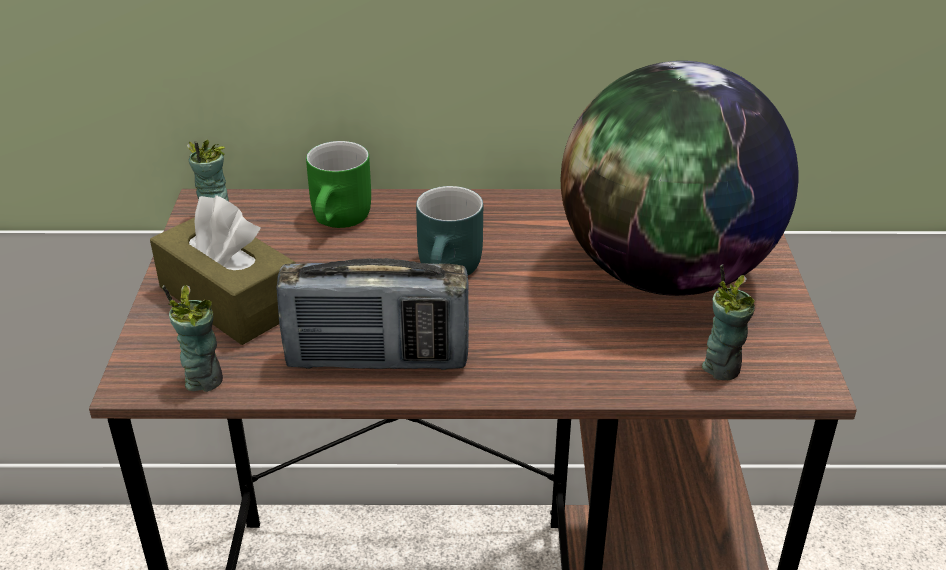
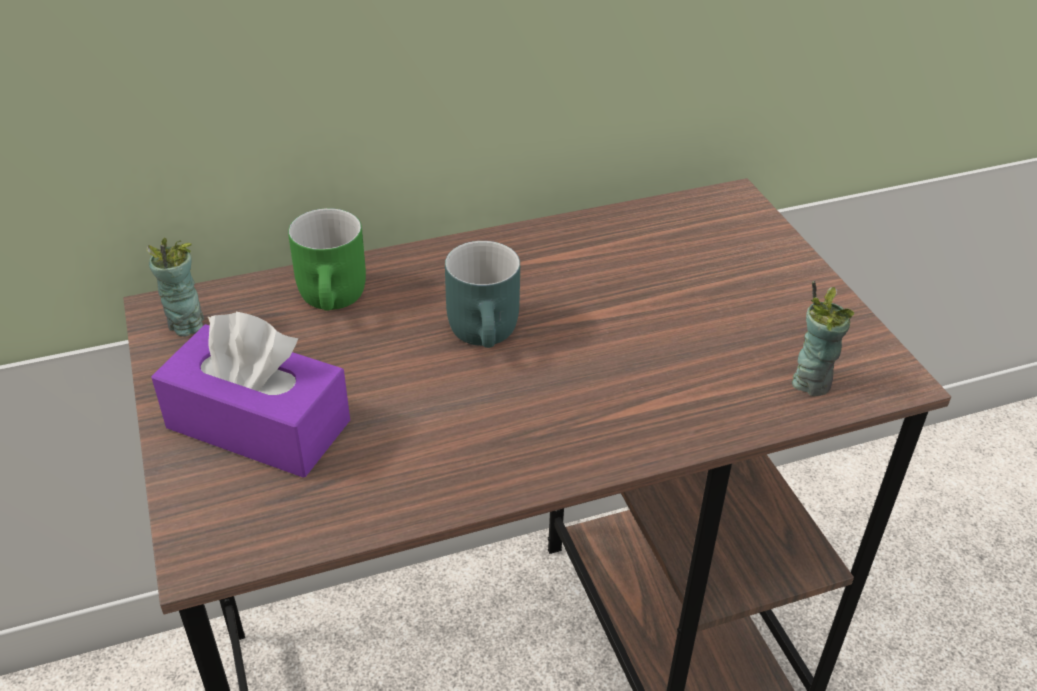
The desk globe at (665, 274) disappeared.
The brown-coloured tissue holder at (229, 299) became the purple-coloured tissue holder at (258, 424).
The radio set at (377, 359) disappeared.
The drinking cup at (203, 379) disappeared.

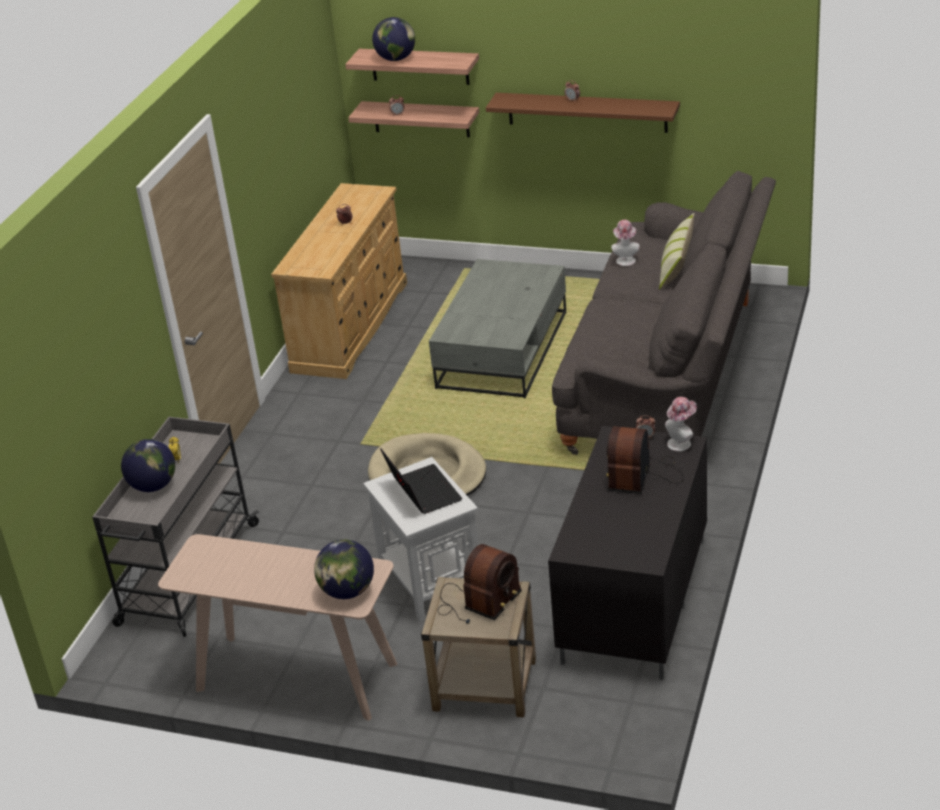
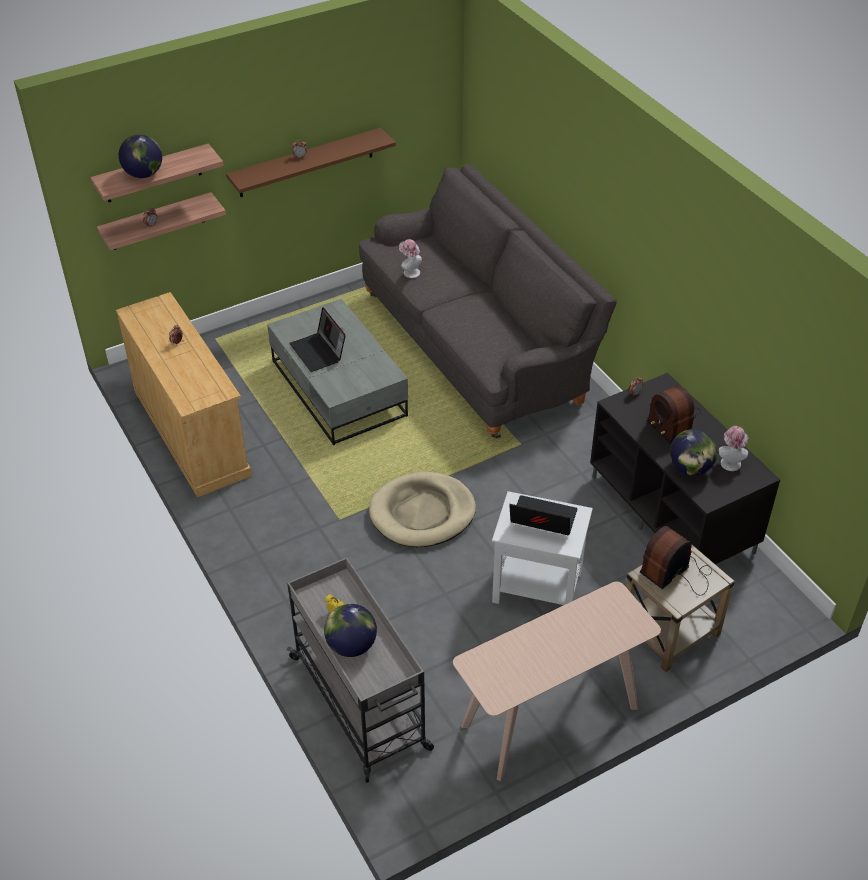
The cushion at (676, 267) disappeared.
The hat moved from (681, 442) to (730, 461).
The desk globe moved from (347, 591) to (690, 468).
The radio set at (477, 602) turned 120 degrees counterclockwise.
The portable computer at (319, 352) appeared.

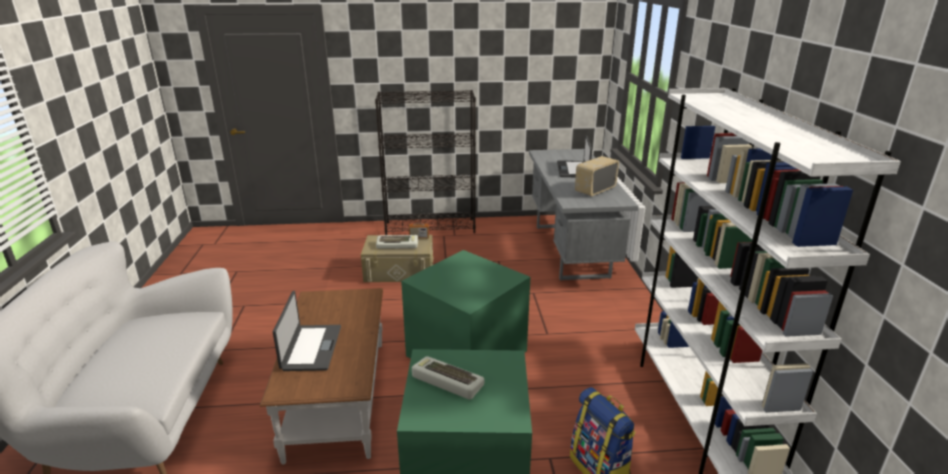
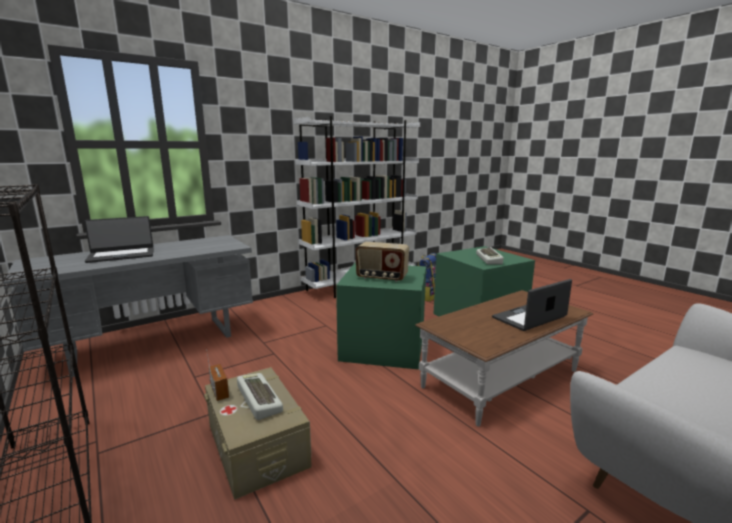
The radio set moved from (594, 190) to (381, 278).

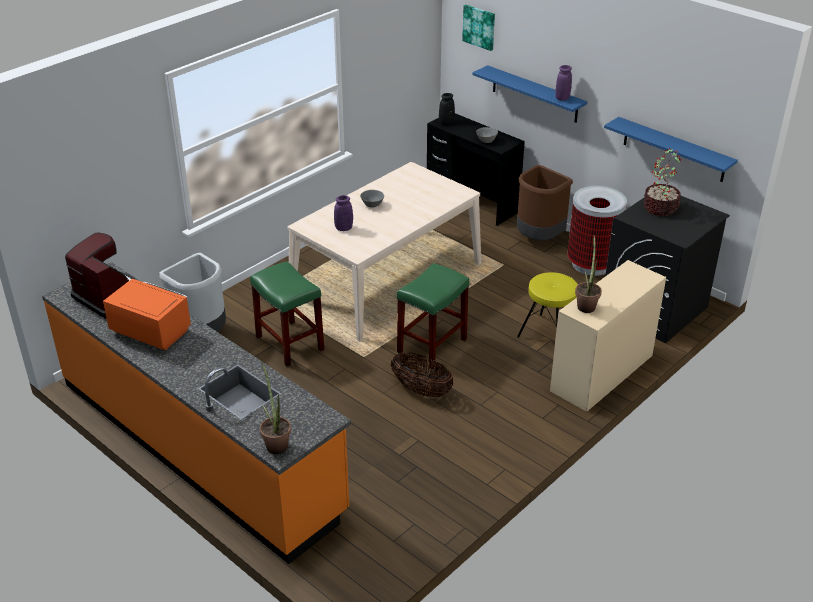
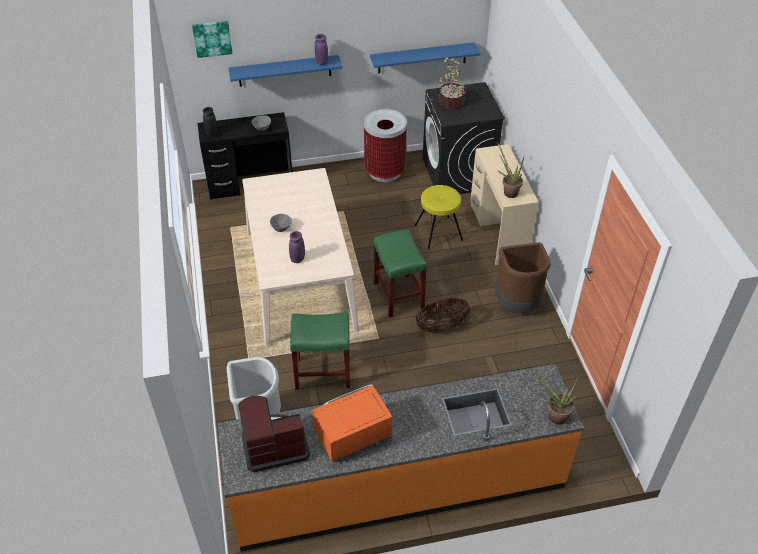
The brown-coloured waste bin moved from (538, 239) to (517, 305).

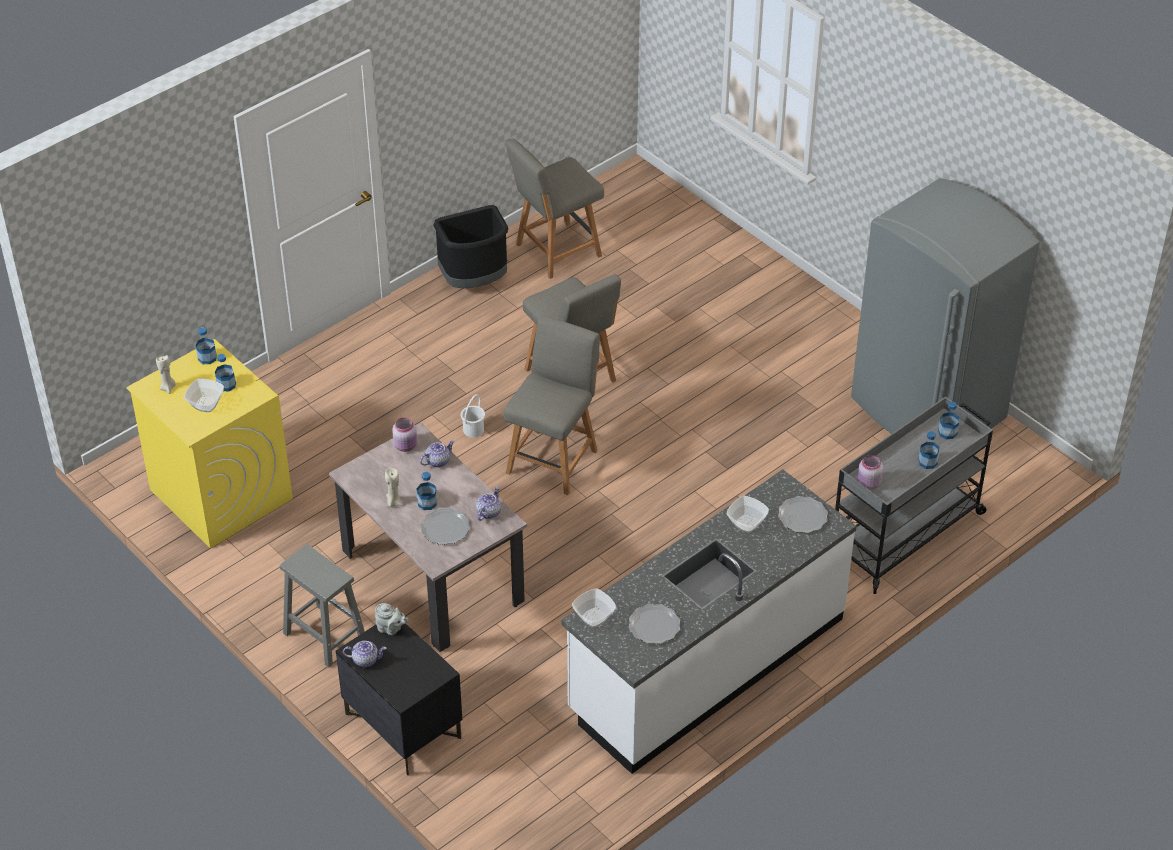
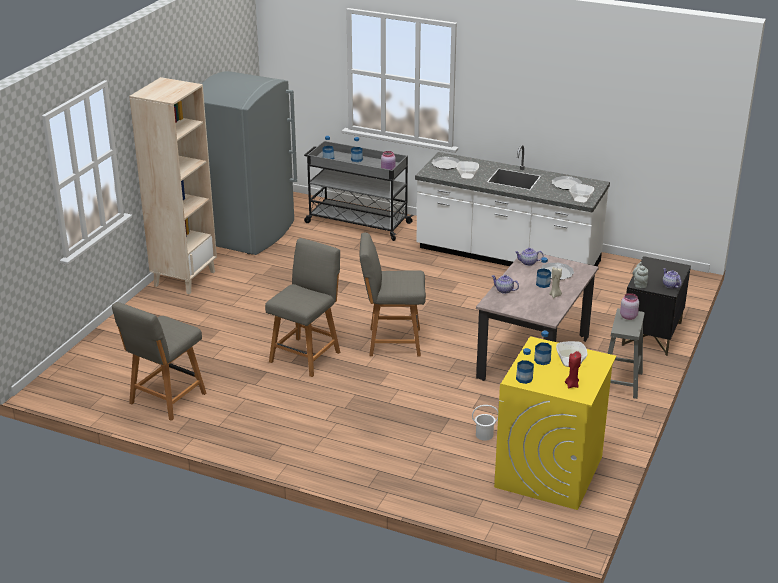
The grey chair at (555, 251) turned 90 degrees clockwise.
The blackish waste bin at (475, 281) disappeared.
The beige wax light at (168, 388) became the red-coloured wax light at (572, 385).
The white-coloured bucket moved from (473, 430) to (484, 435).
The pinkish jar moved from (406, 445) to (628, 316).
The beige bookshelf at (184, 278) appeared.

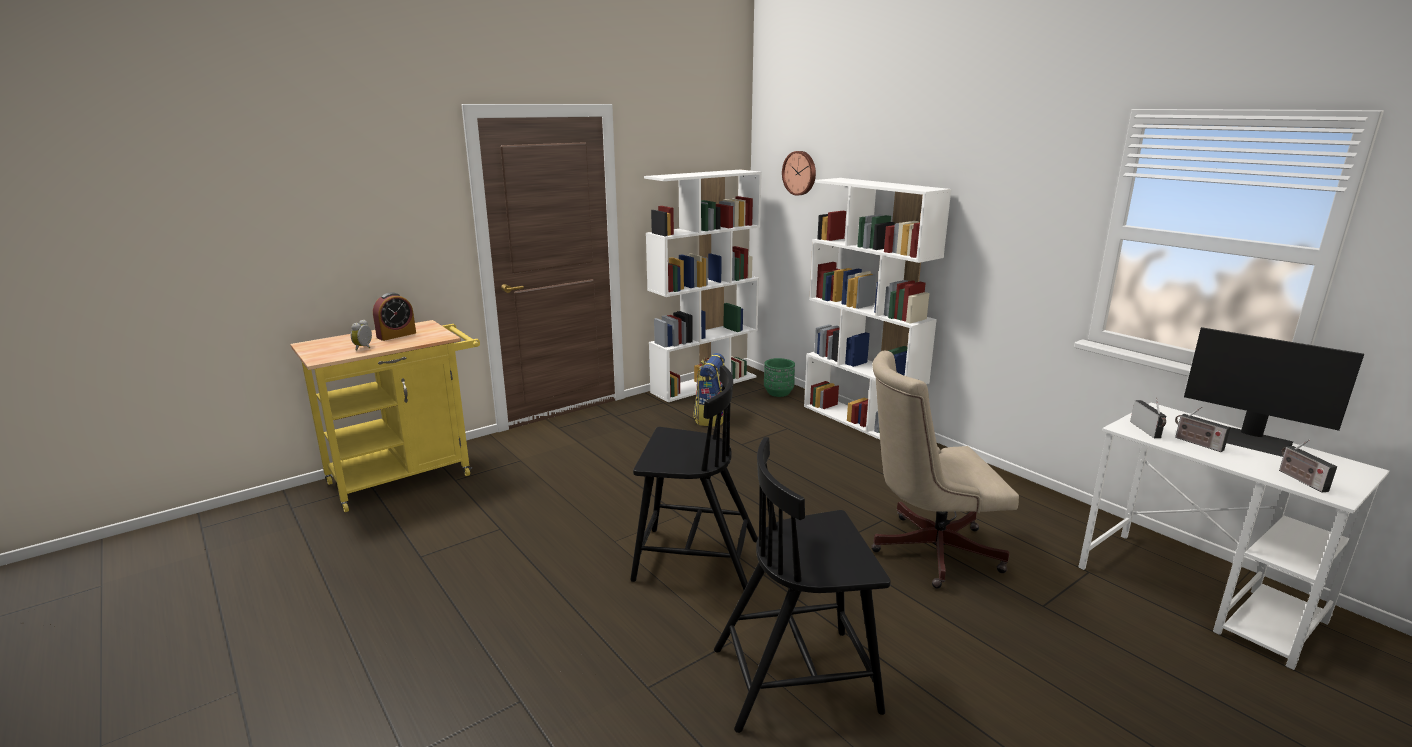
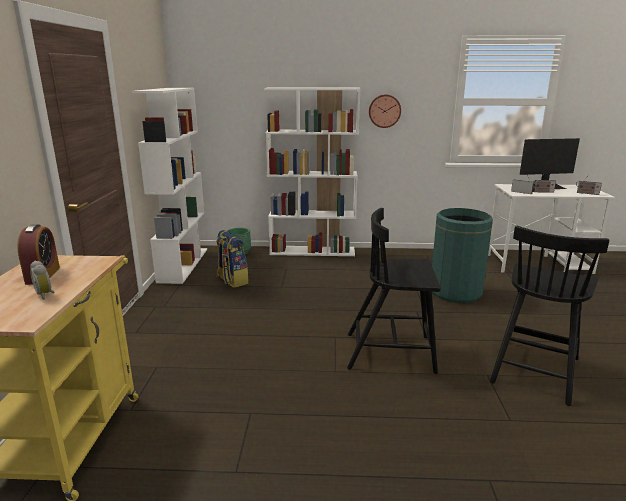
The wall clock moved from (800, 173) to (384, 111).
The beige desk chair at (926, 550) was replaced by the green waste bin at (455, 292).
The blackish chair at (694, 559) turned 135 degrees counterclockwise.

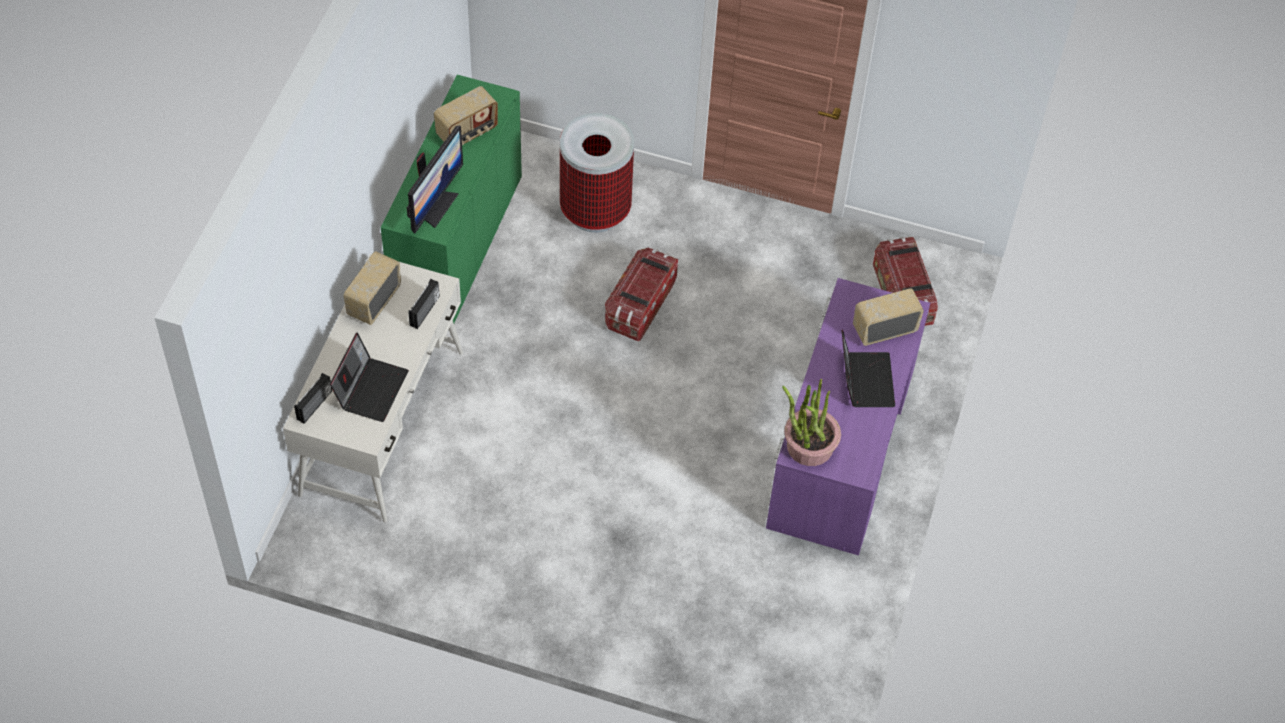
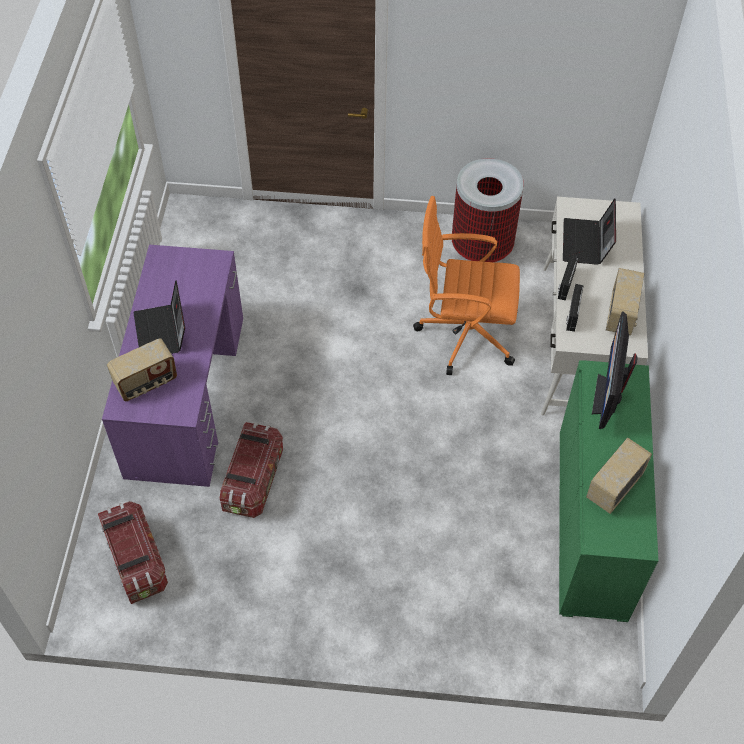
The waste bin moved from (595, 210) to (481, 247).
The storage container moved from (640, 305) to (254, 479).
The radio set moved from (315, 406) to (565, 284).
The plant in a pot at (809, 446) disappeared.
The orange desk chair at (464, 333) appeared.

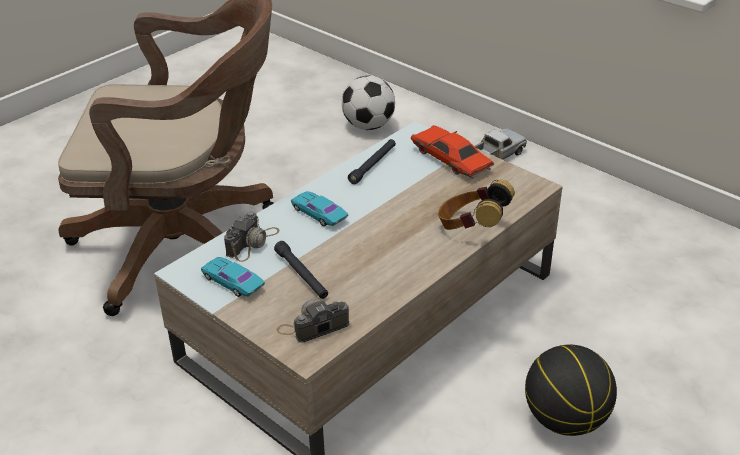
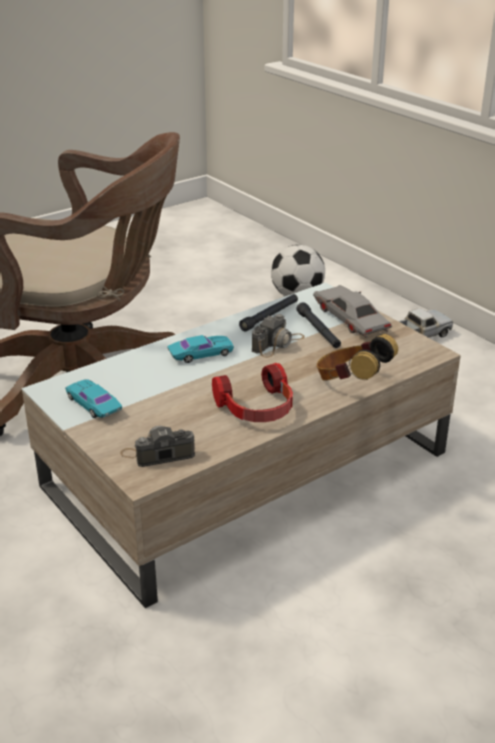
The red-coloured miniature car at (451, 160) became the grey miniature car at (351, 319).
The turquoise miniature car at (319, 214) turned 105 degrees clockwise.
The still camera moved from (252, 242) to (278, 343).
The blackish torch moved from (301, 275) to (318, 330).
The basketball ball at (565, 420) disappeared.
The headset at (257, 409) appeared.

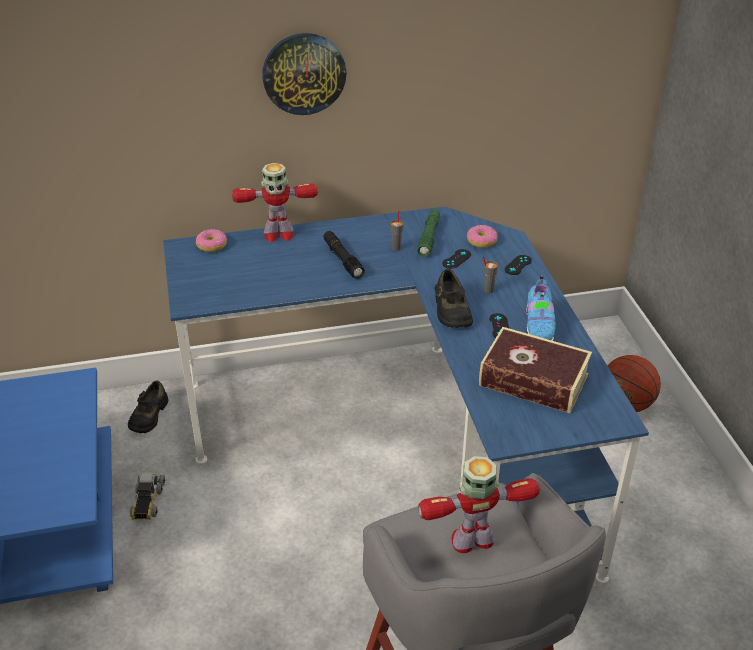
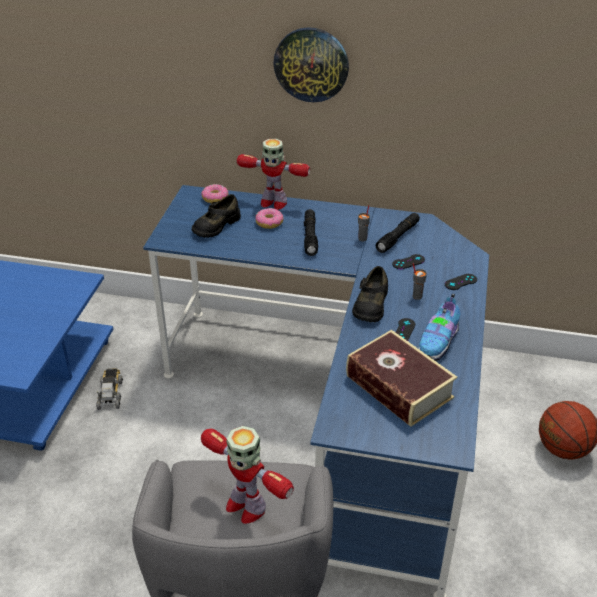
The green torch at (429, 237) became the blackish torch at (398, 237).
The ring doughnut moved from (482, 241) to (269, 223).
The blackish shoe moved from (148, 415) to (216, 225).
The model robot at (473, 540) turned 150 degrees counterclockwise.
The model truck at (147, 501) turned 150 degrees clockwise.

